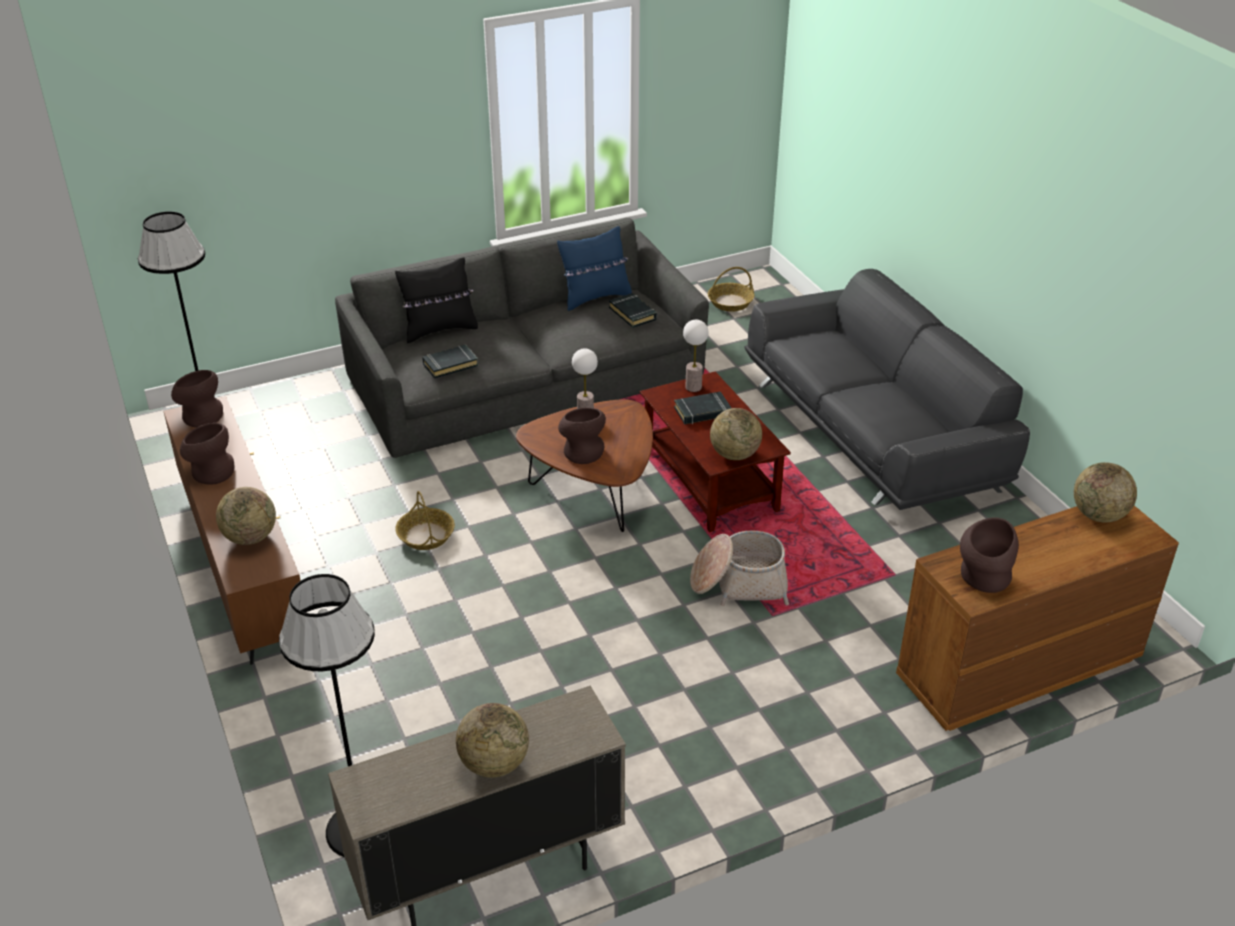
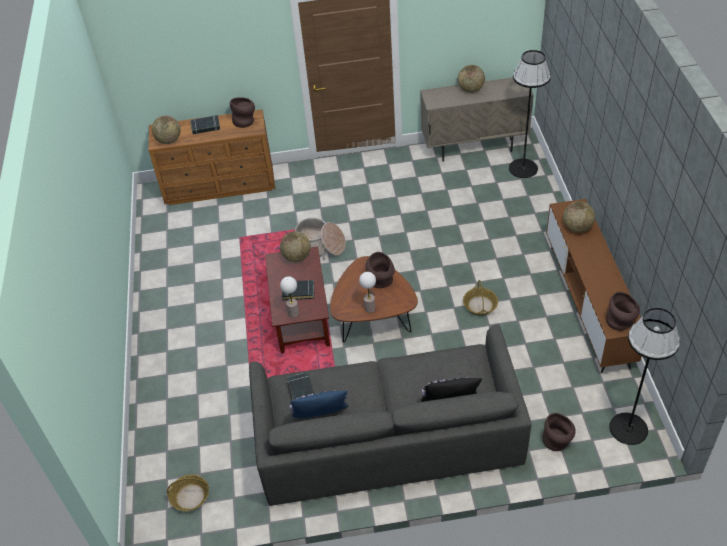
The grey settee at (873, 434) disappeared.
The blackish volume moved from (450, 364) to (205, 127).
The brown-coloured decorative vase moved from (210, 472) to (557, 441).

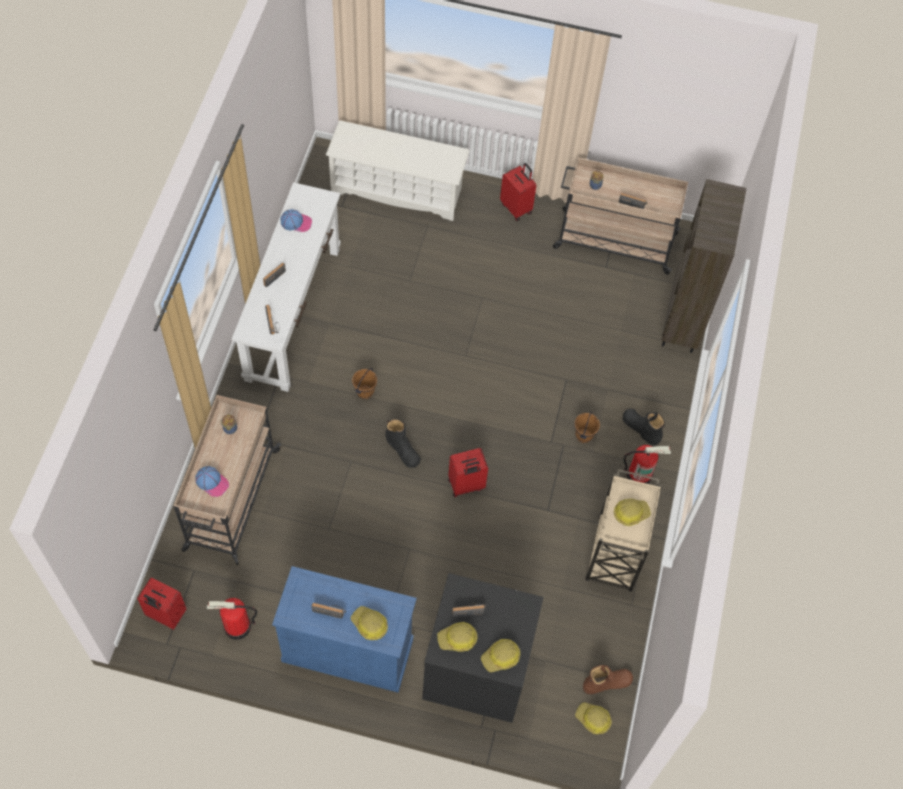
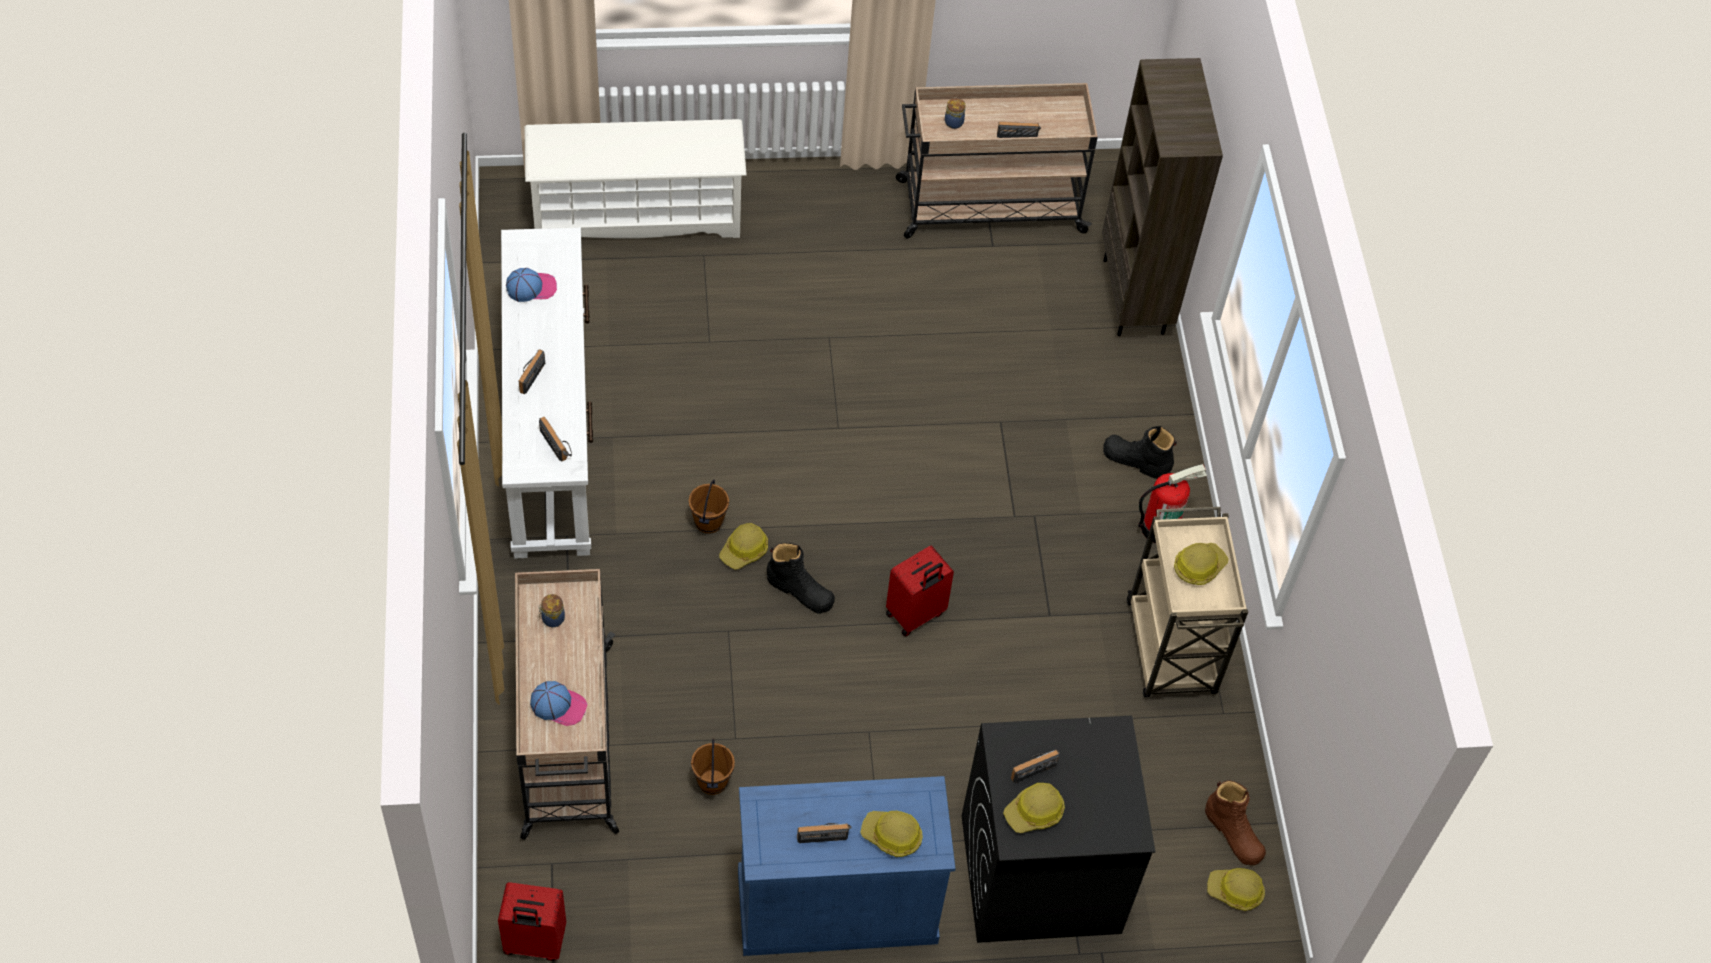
The red-coloured piece of luggage at (516, 208) disappeared.
The brown-coloured bucket moved from (584, 436) to (713, 782).
The extinguisher at (237, 627) disappeared.
The safety helmet moved from (501, 657) to (744, 550).
The brown-coloured boot at (607, 682) turned 90 degrees clockwise.

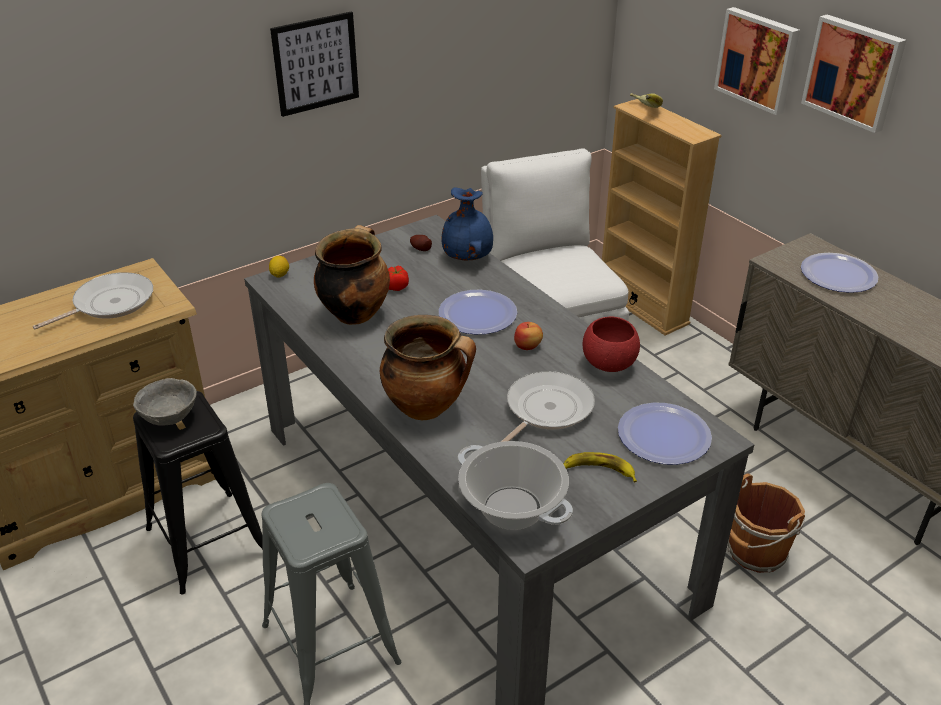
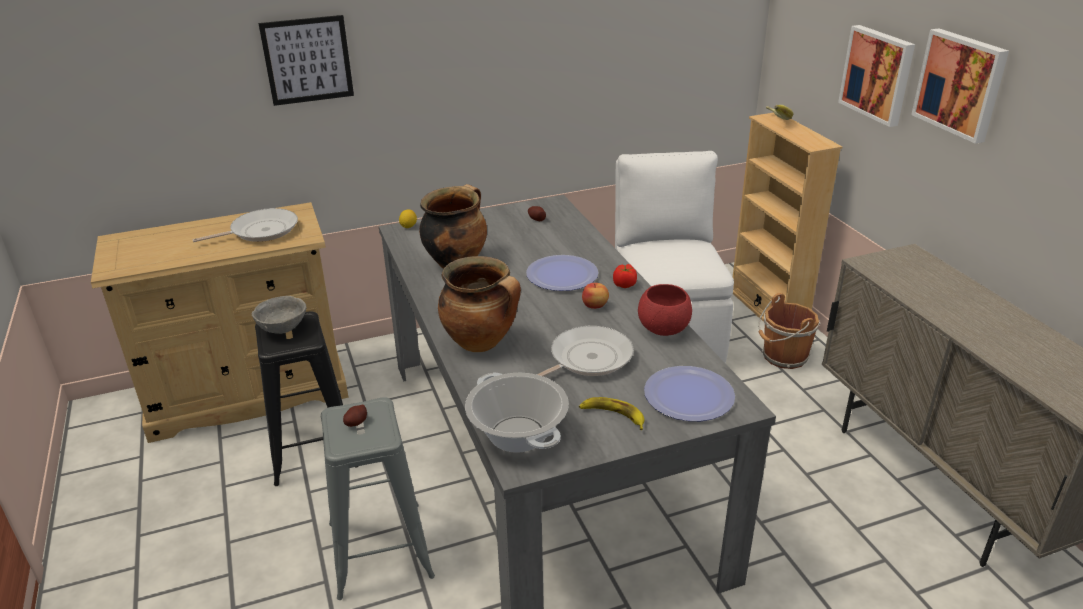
The picture moved from (315, 63) to (307, 60).
The blue-coloured decorative vase at (468, 257) disappeared.
The plate at (838, 274) disappeared.
The fresh tomato moved from (396, 287) to (624, 284).
The brown-coloured bucket moved from (755, 553) to (783, 357).
The whole potato at (356, 423) appeared.

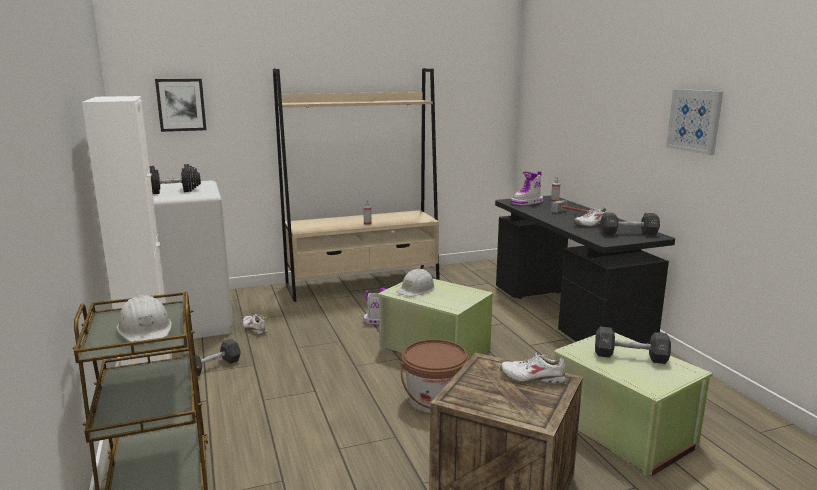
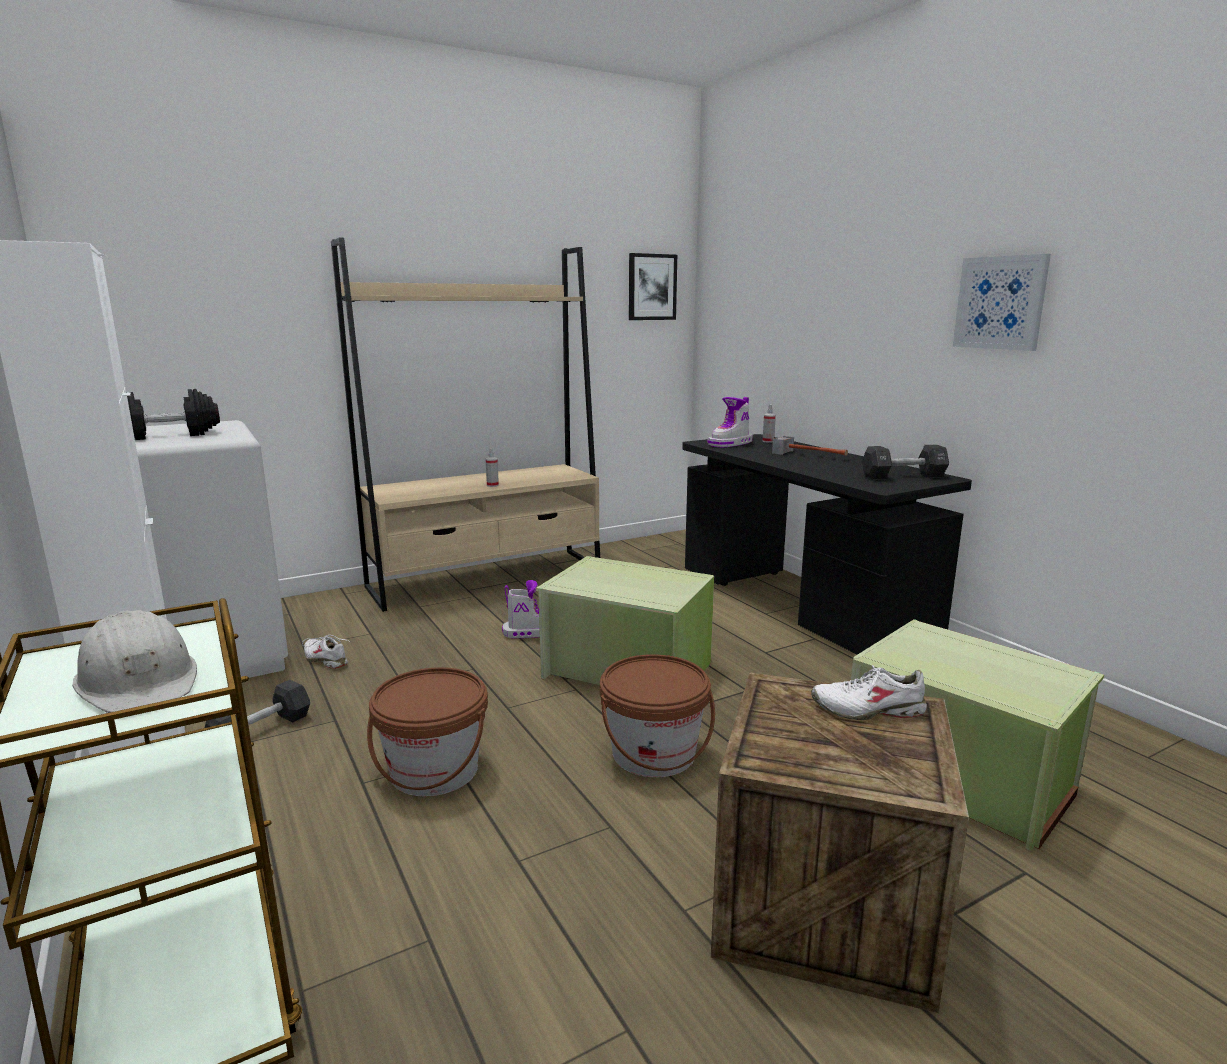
The picture moved from (181, 105) to (651, 287).
The white-coloured shoe at (591, 224) disappeared.
The white-coloured safety helmet at (416, 289) disappeared.
The blackish dumbbell at (630, 356) disappeared.
The brown-coloured bucket at (434, 771) appeared.

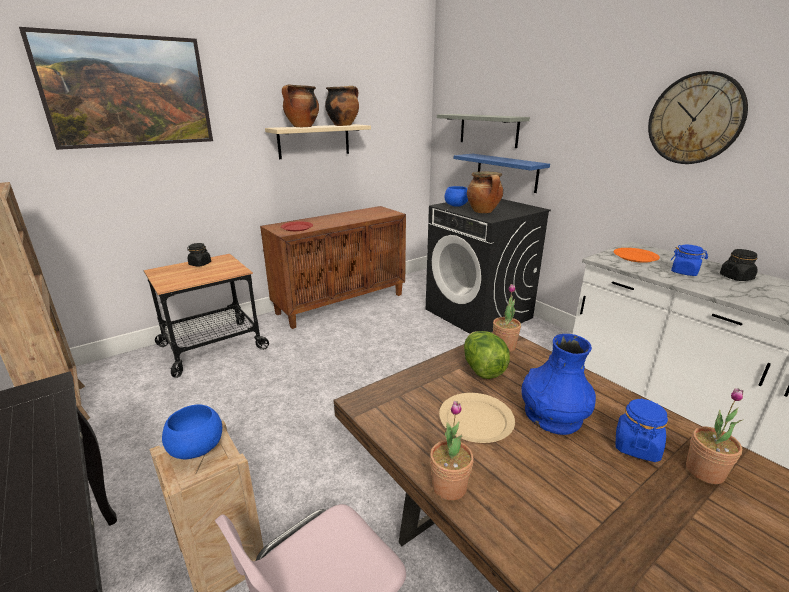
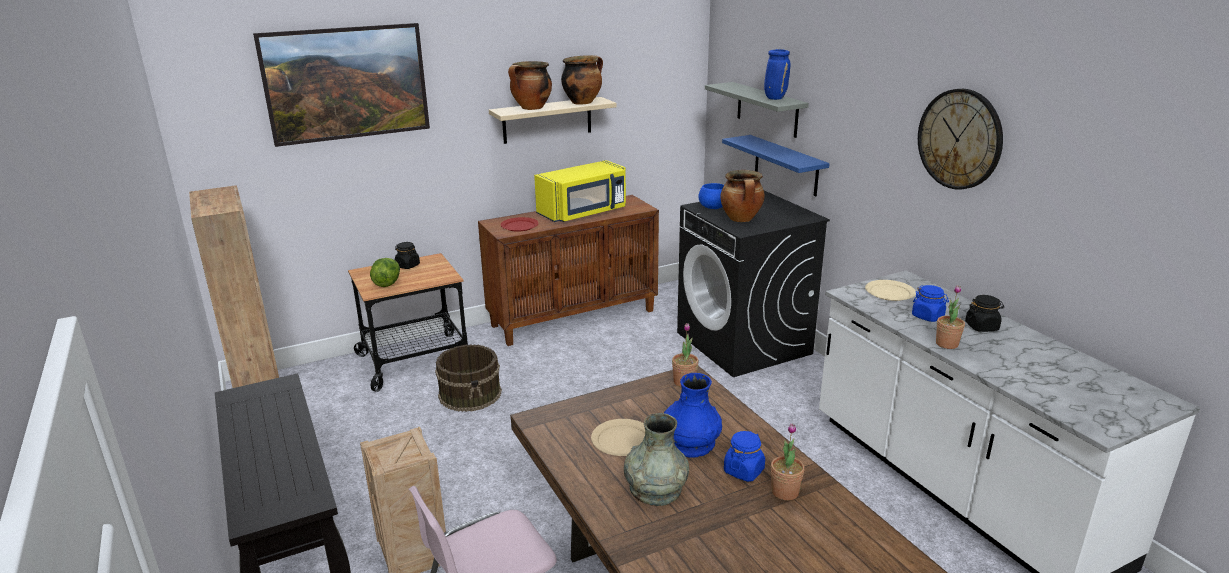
The orange plate at (635, 257) became the beige plate at (889, 293).
The lettuce moved from (482, 369) to (387, 283).
The plant in a pot moved from (449, 486) to (947, 344).
The blue-coloured deep dish at (197, 450) disappeared.
The blue-coloured decorative vase at (775, 98) appeared.
The yellow-coloured microwave oven at (584, 213) appeared.
The brown-coloured bucket at (471, 394) appeared.
The grey decorative vase at (655, 488) appeared.

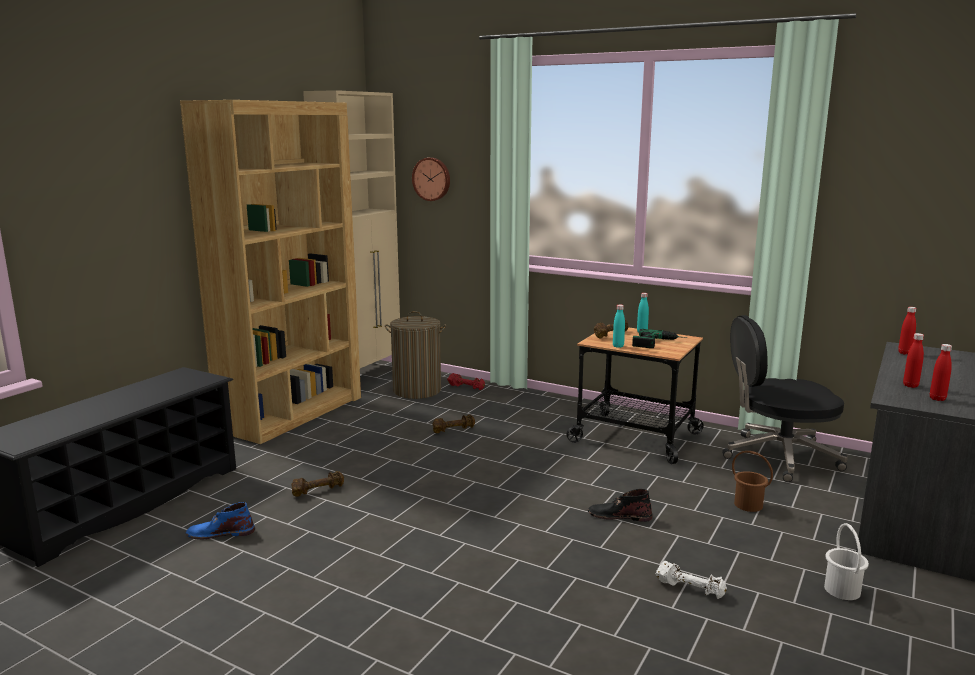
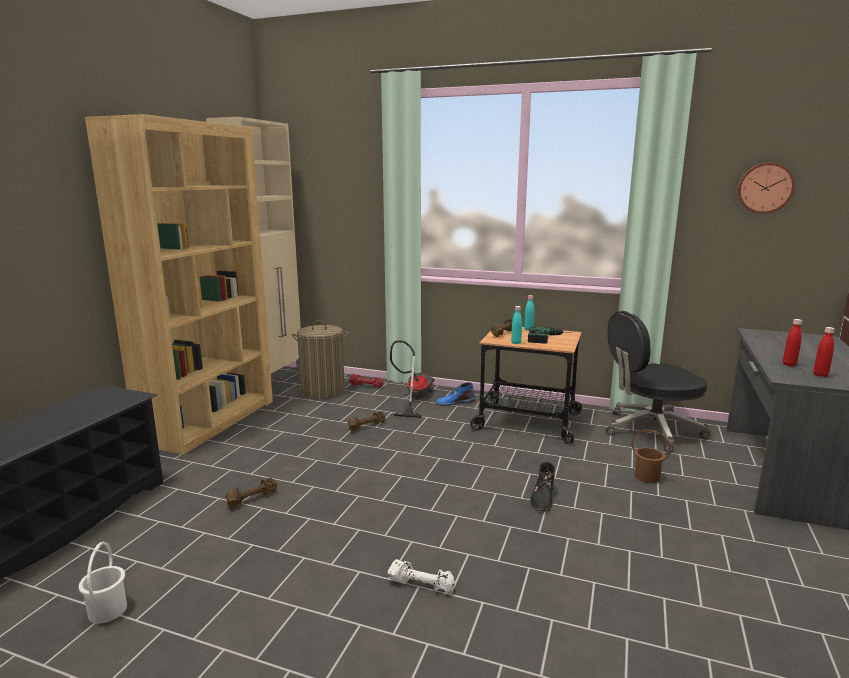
The wall clock moved from (432, 179) to (764, 188).
The red-coloured drink bottle at (904, 353) disappeared.
The blackish boot at (619, 515) turned 75 degrees counterclockwise.
The blue-coloured boot moved from (220, 533) to (455, 402).
The white-coloured bucket moved from (842, 590) to (108, 610).
The white-coloured dumbbell moved from (690, 588) to (421, 584).
The vacuum cleaner at (414, 399) appeared.

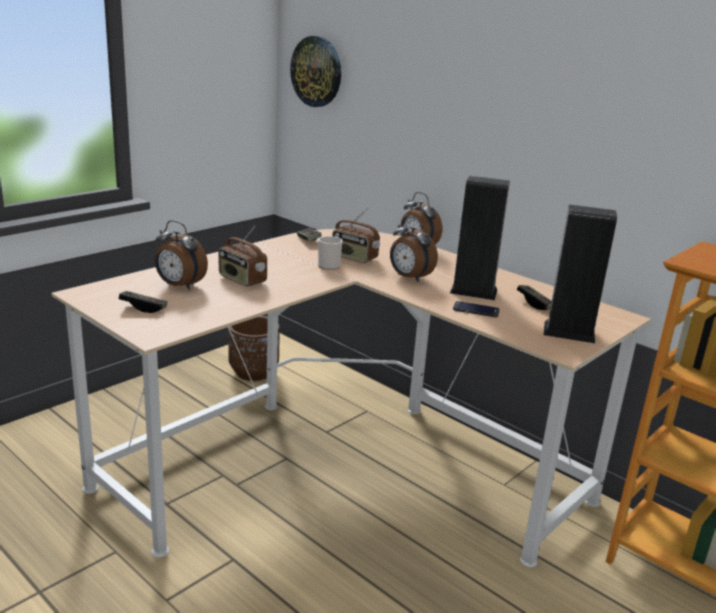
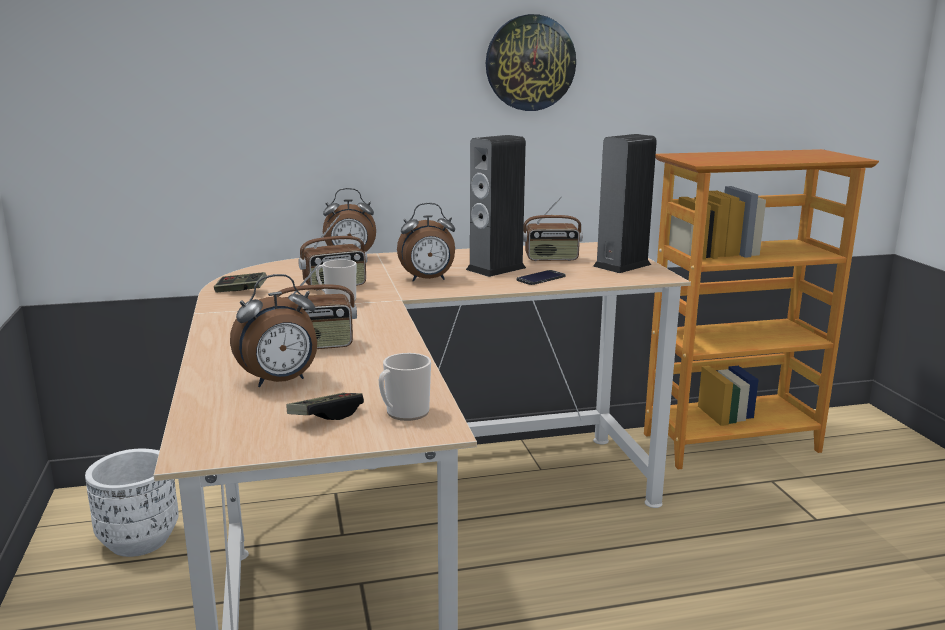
The wall clock moved from (317, 71) to (530, 63).
The joypad at (535, 304) was replaced by the radio set at (551, 259).
The brown-coloured planter at (254, 372) became the white-coloured planter at (139, 540).
The coffee mug at (403, 413) appeared.

